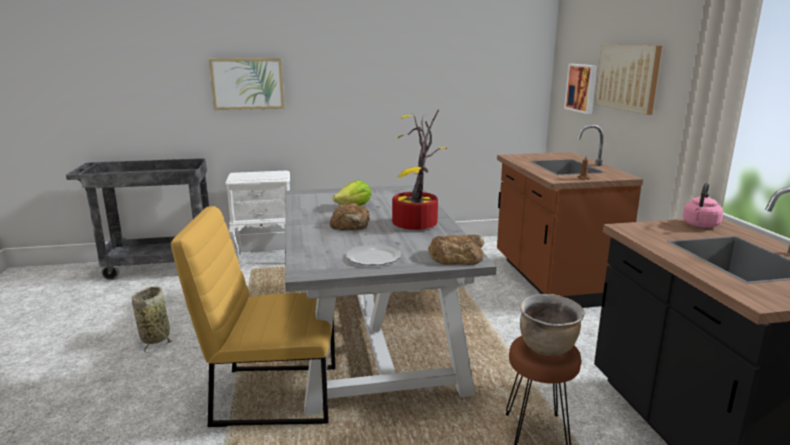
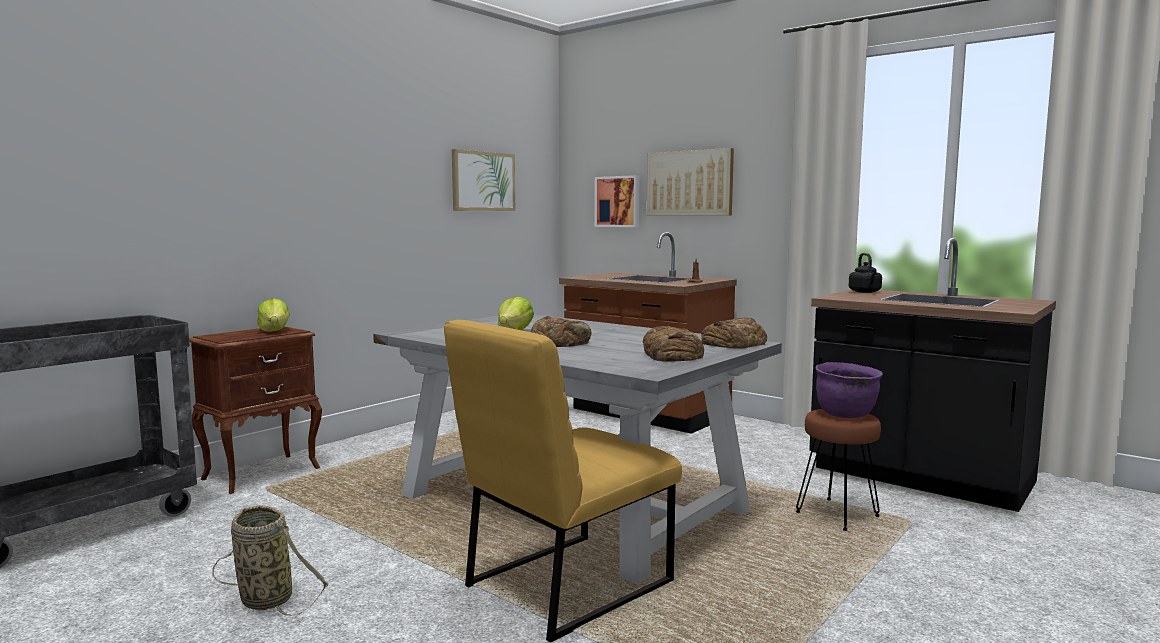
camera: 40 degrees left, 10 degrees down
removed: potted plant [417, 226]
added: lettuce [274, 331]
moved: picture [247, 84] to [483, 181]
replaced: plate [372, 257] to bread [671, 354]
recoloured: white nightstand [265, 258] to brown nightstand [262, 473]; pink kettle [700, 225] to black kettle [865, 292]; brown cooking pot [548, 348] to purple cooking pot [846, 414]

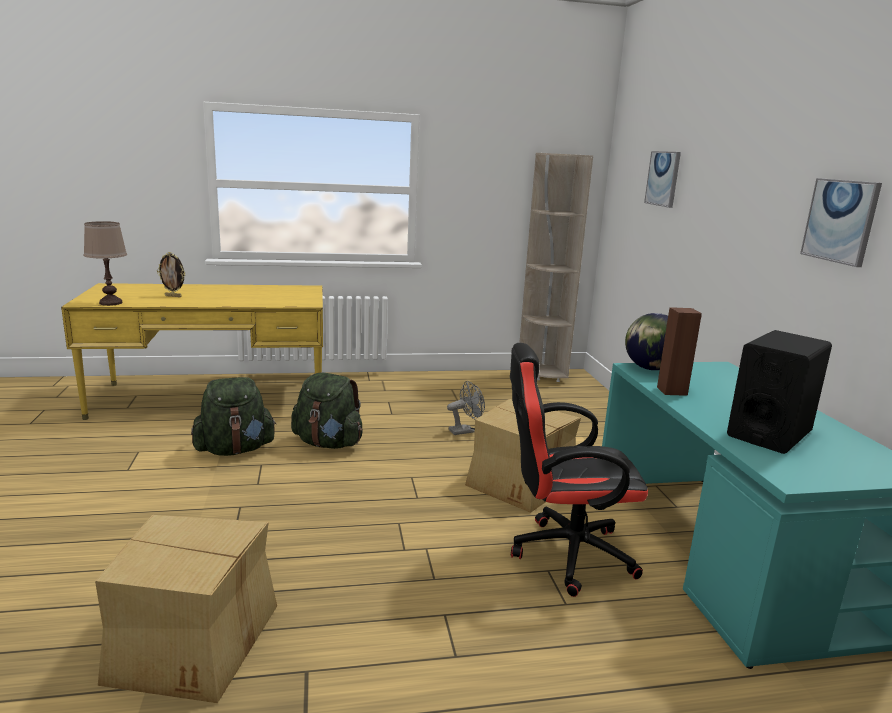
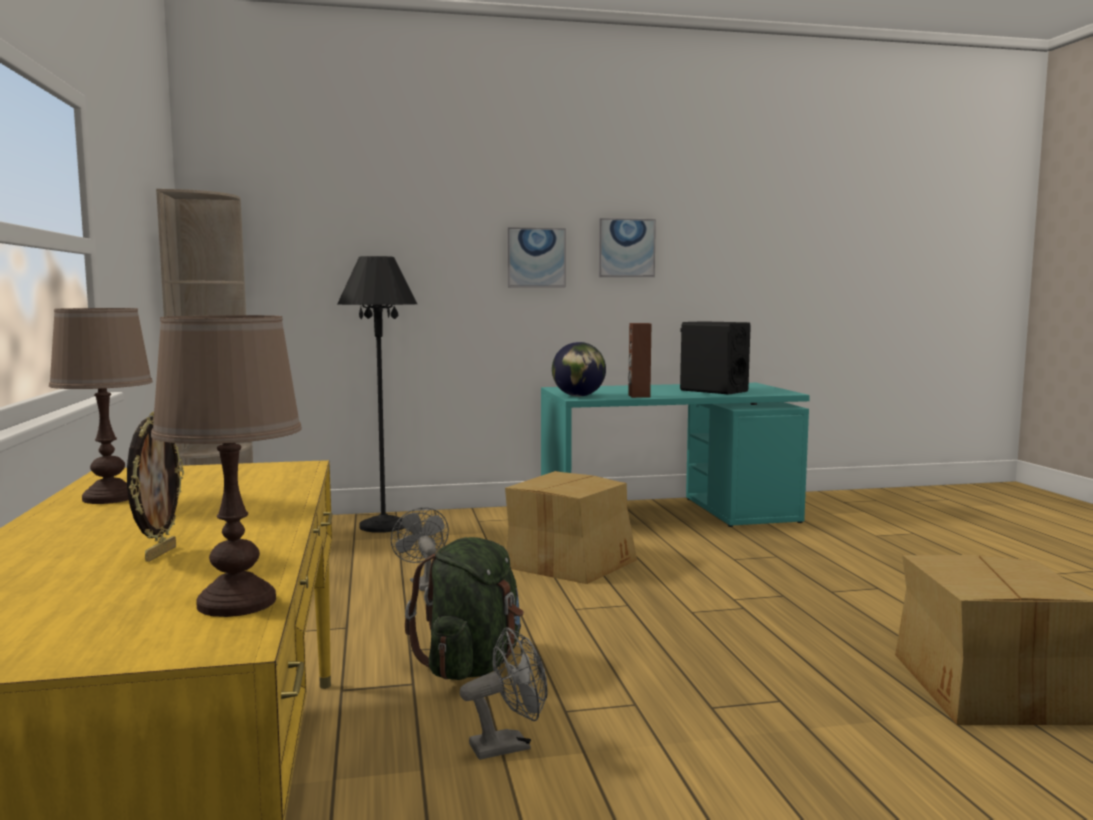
camera: 90 degrees left, 10 degrees down
removed: black office chair [562, 554]
added: black floor lamp [383, 525]; brown table lamp [110, 498]
moved: picture [663, 178] to [536, 257]
replaced: green backpack [235, 450] to grey fan [508, 745]

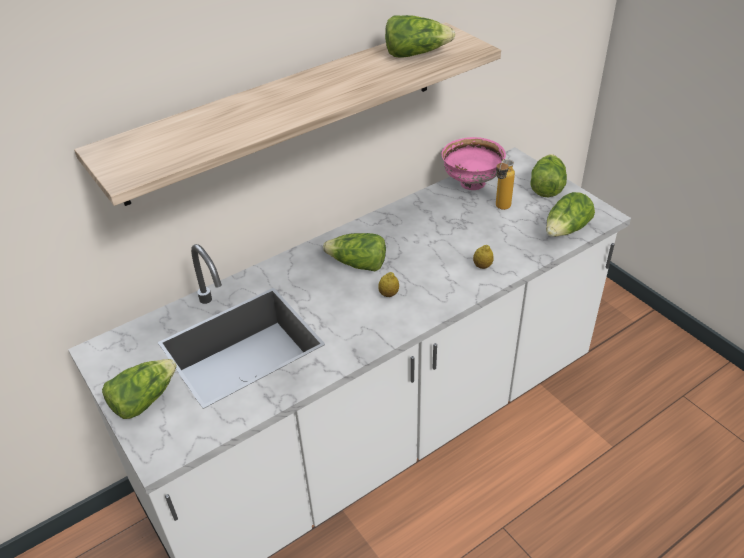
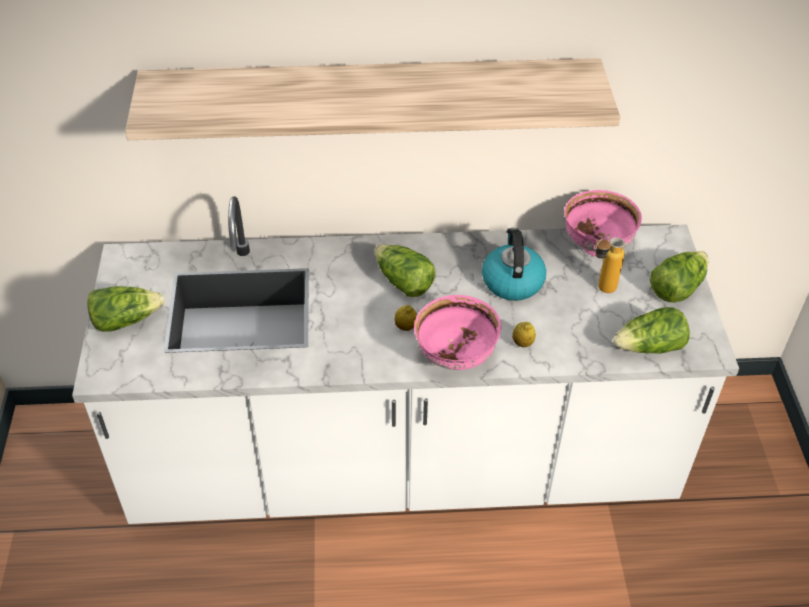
camera: 30 degrees right, 5 degrees up
removed: lettuce [415, 54]
added: kettle [512, 281]; pink bowl [456, 358]

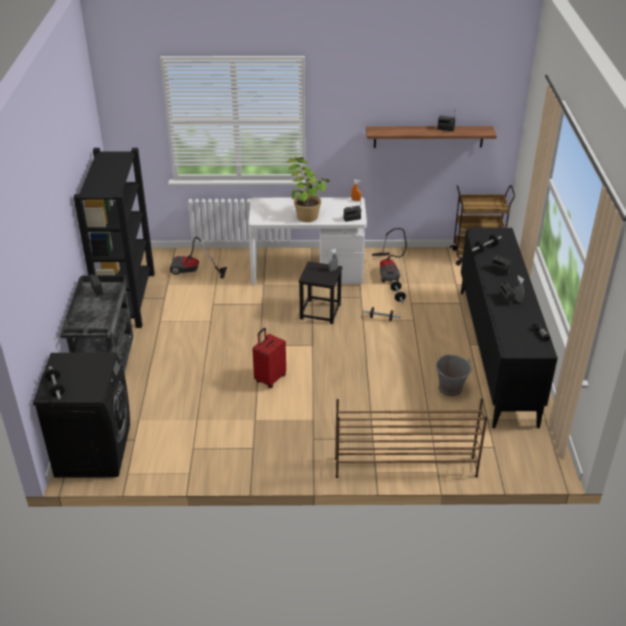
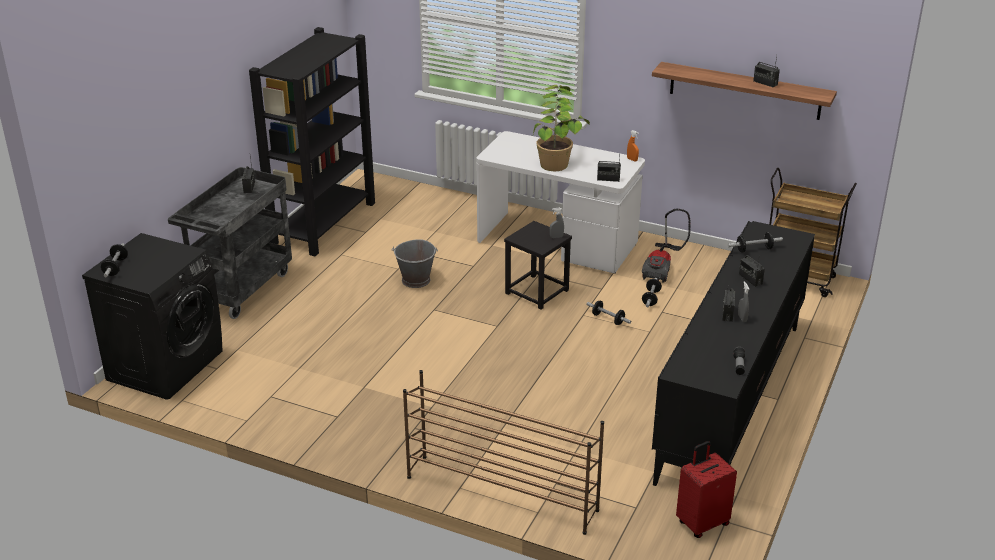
camera: 25 degrees right, 5 degrees down
removed: vacuum cleaner [192, 272]
moved: red suitcase [270, 378] to [702, 523]; grey bucket [450, 388] to [416, 280]

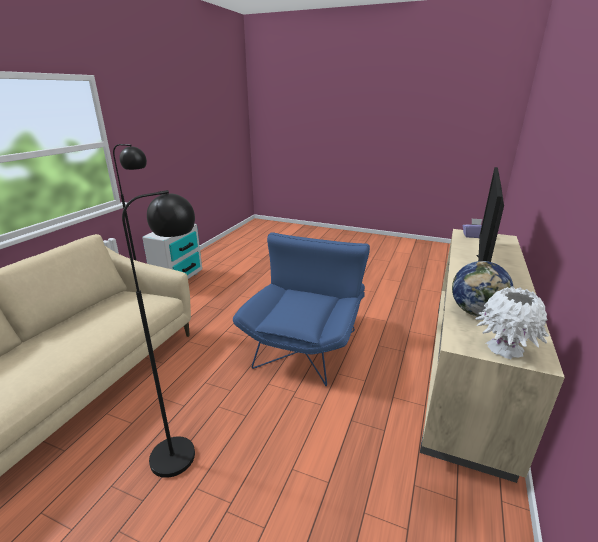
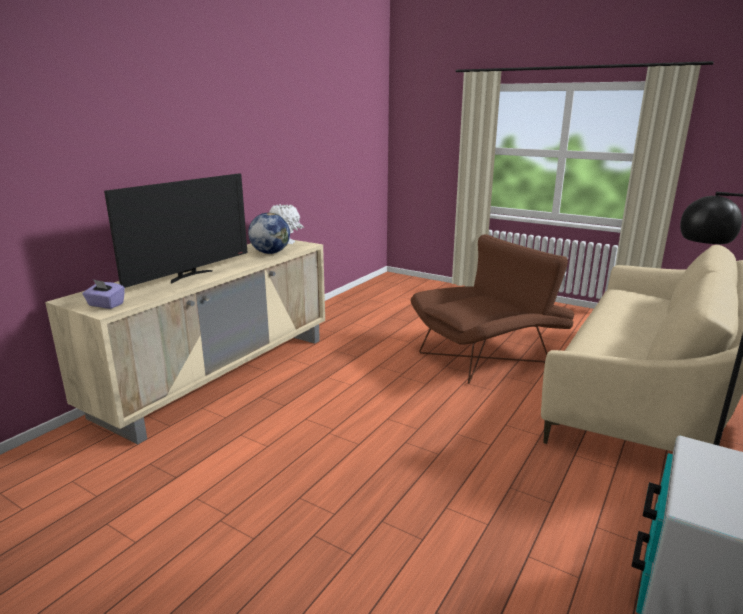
camera: 170 degrees left, 5 degrees down
removed: blue armchair [307, 342]
replaced: black floor lamp [185, 450] to brown armchair [489, 354]

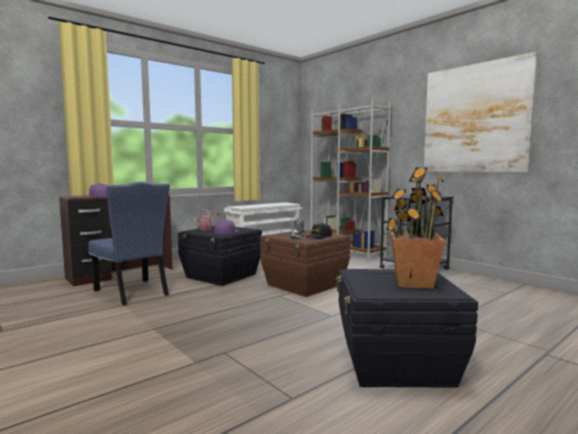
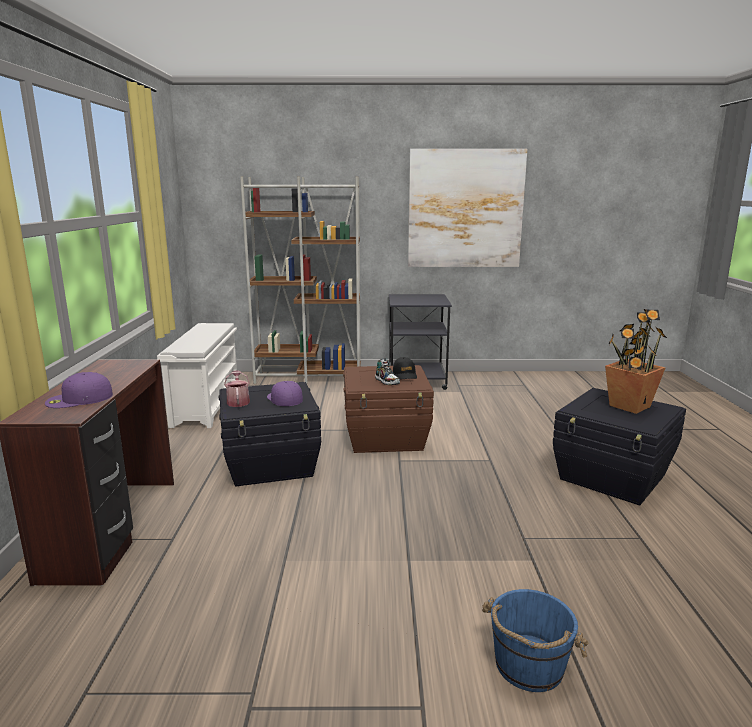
camera: 50 degrees left, 10 degrees up
removed: blue chair [132, 292]
added: blue bucket [528, 666]

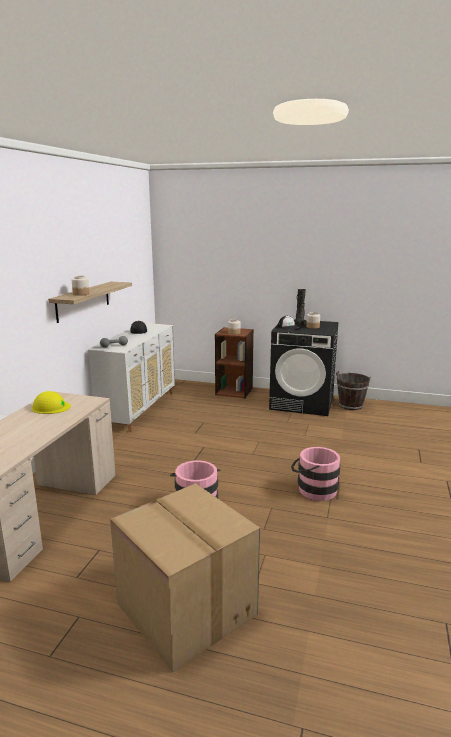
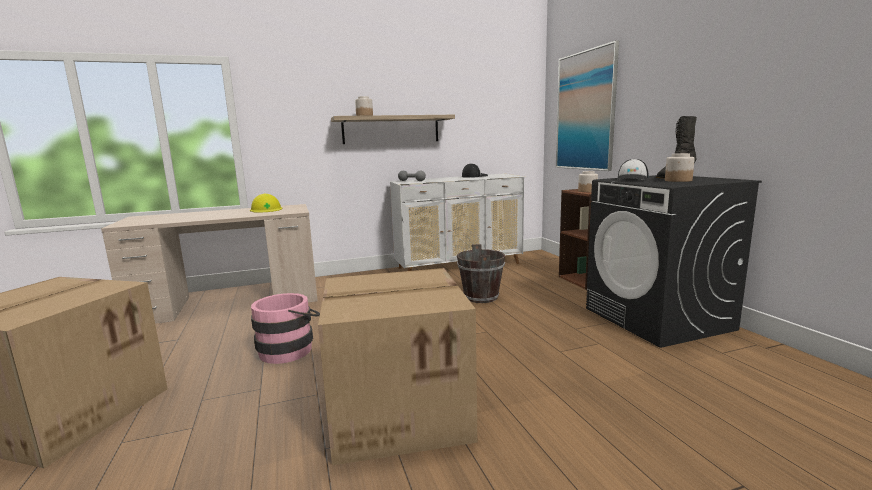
camera: 55 degrees right, 5 degrees down
added: picture [585, 111]
moved: brown bucket [351, 405] to [481, 297]
replaced: pink bucket [313, 489] to cardboard box [400, 409]

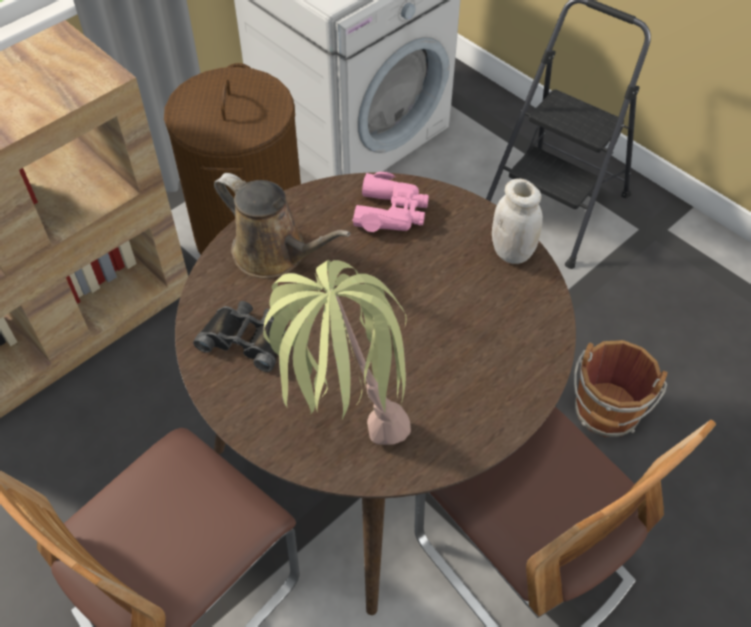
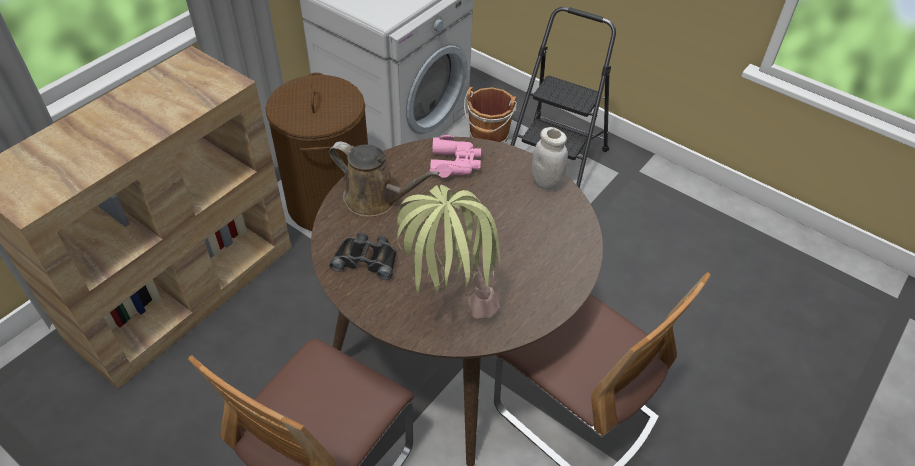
camera: 10 degrees left, 5 degrees down
moved: brown bucket [606, 413] to [488, 137]

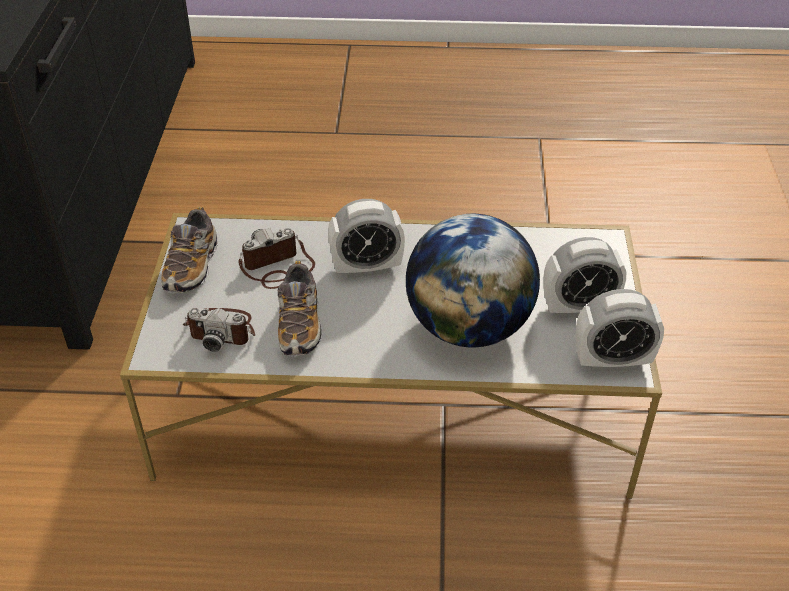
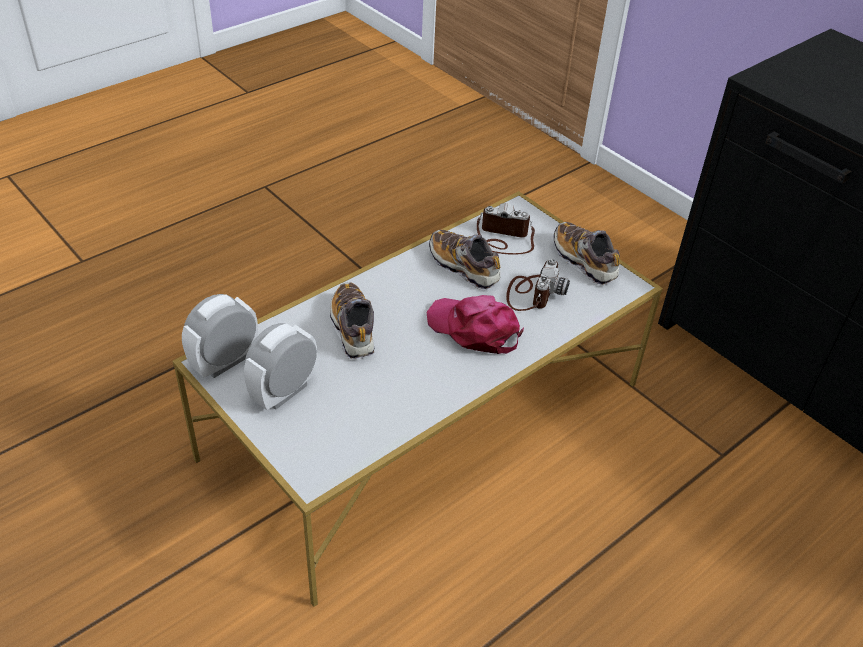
camera: 135 degrees right, 0 degrees up
replaced: alarm clock [367, 268] to pink cap [474, 329]; globe [468, 327] to shoe [353, 329]
turned: photo camera [222, 329] = [504, 239] 45 degrees clockwise

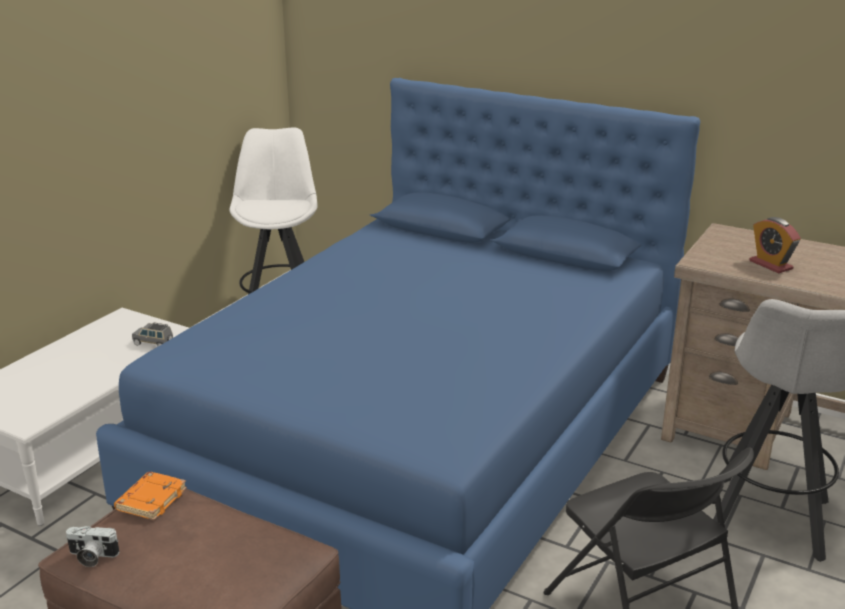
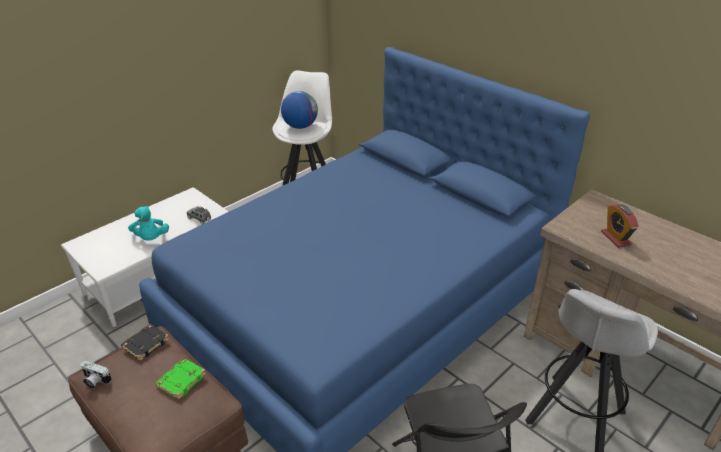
camera: 15 degrees right, 10 degrees up
added: globe [300, 126]; turquoise plush toy [151, 238]; green book [181, 380]
recoloured: orange book [151, 499] to black book [146, 343]

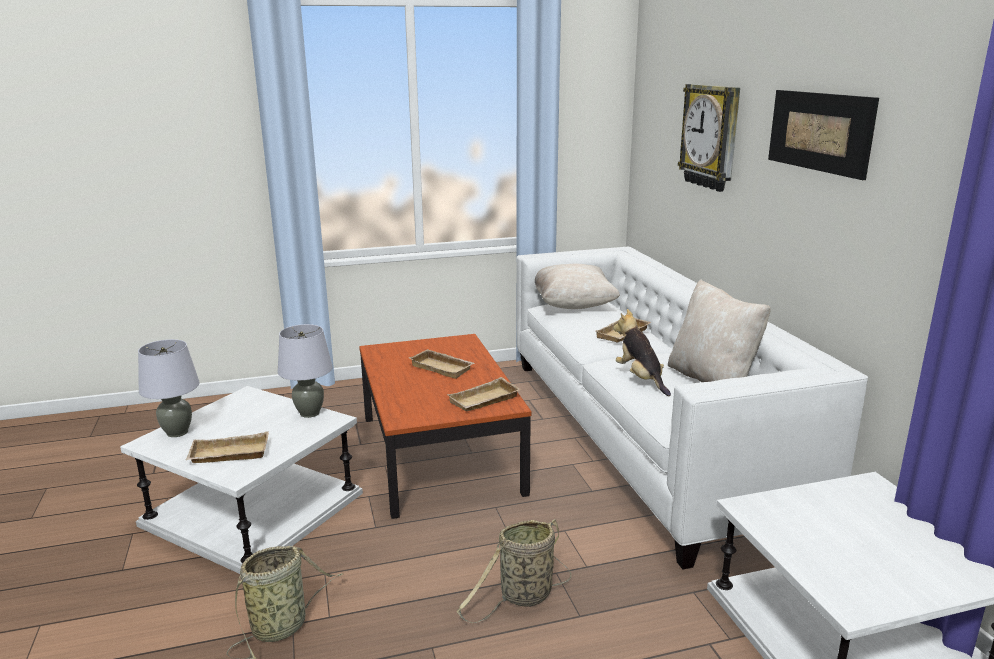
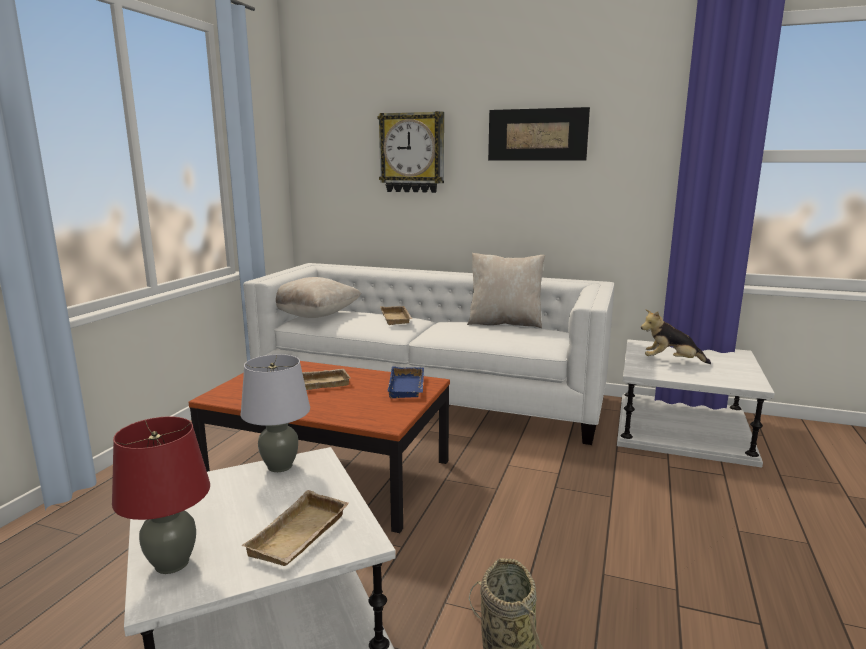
camera: 55 degrees left, 5 degrees down
removed: basket [523, 597]
moved: plush toy [640, 379] to [671, 362]
recoloured: grey table lamp [177, 432] to red table lamp [172, 563]; beige tray [484, 401] to blue tray [408, 387]

